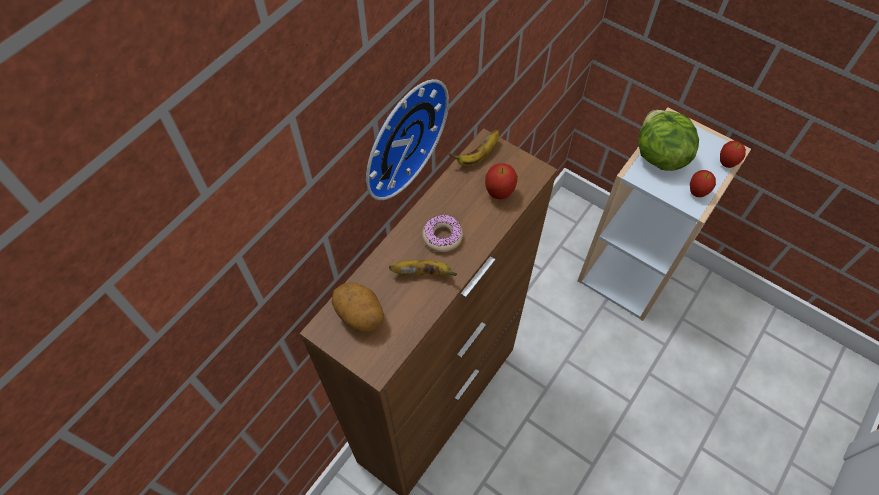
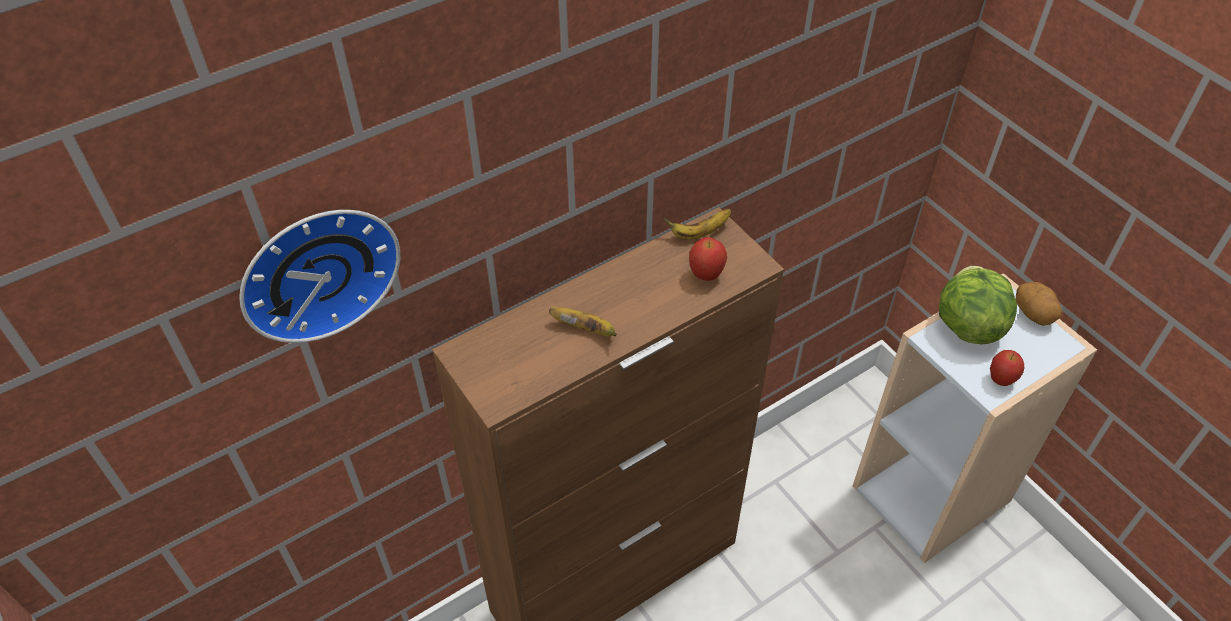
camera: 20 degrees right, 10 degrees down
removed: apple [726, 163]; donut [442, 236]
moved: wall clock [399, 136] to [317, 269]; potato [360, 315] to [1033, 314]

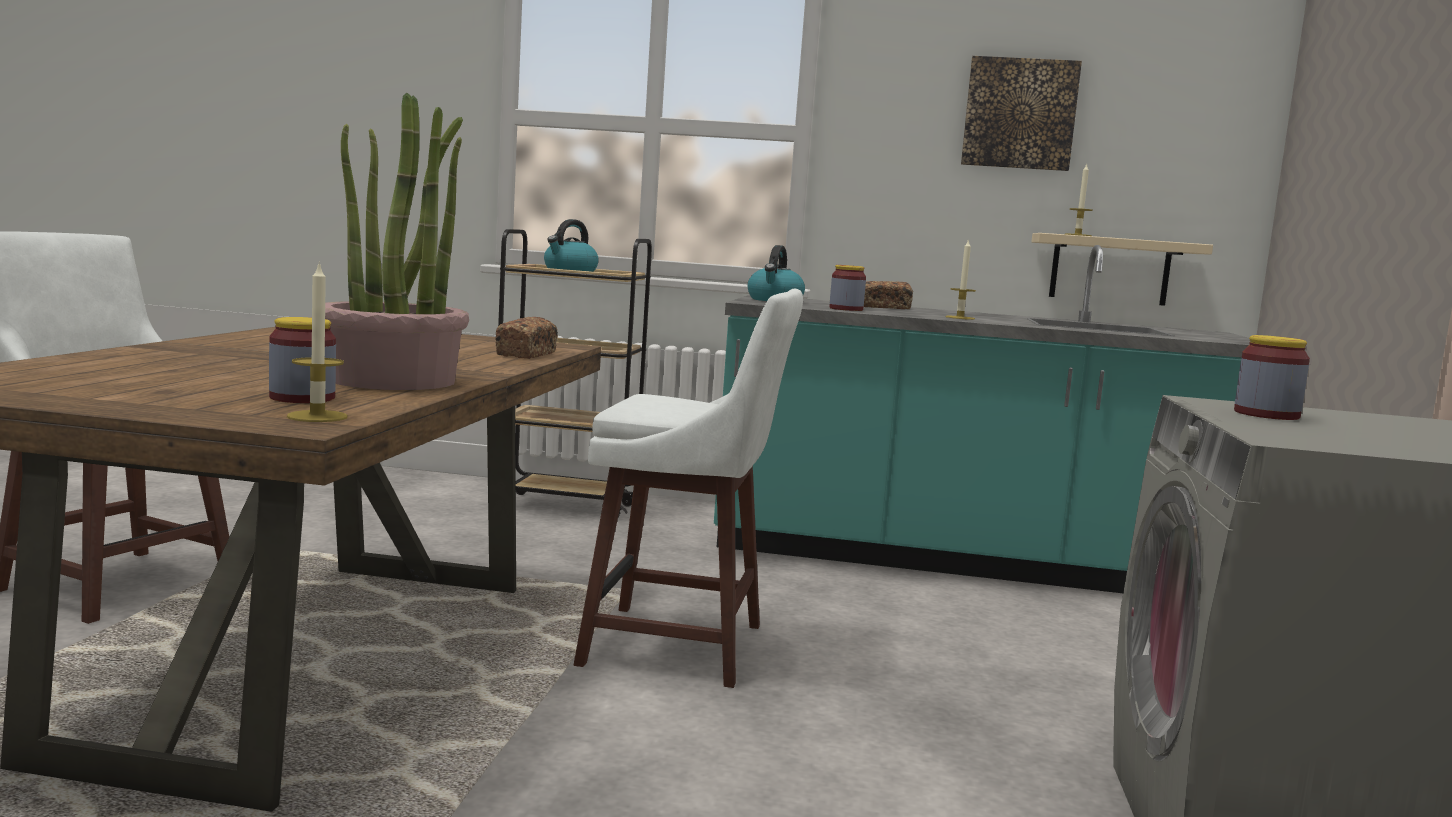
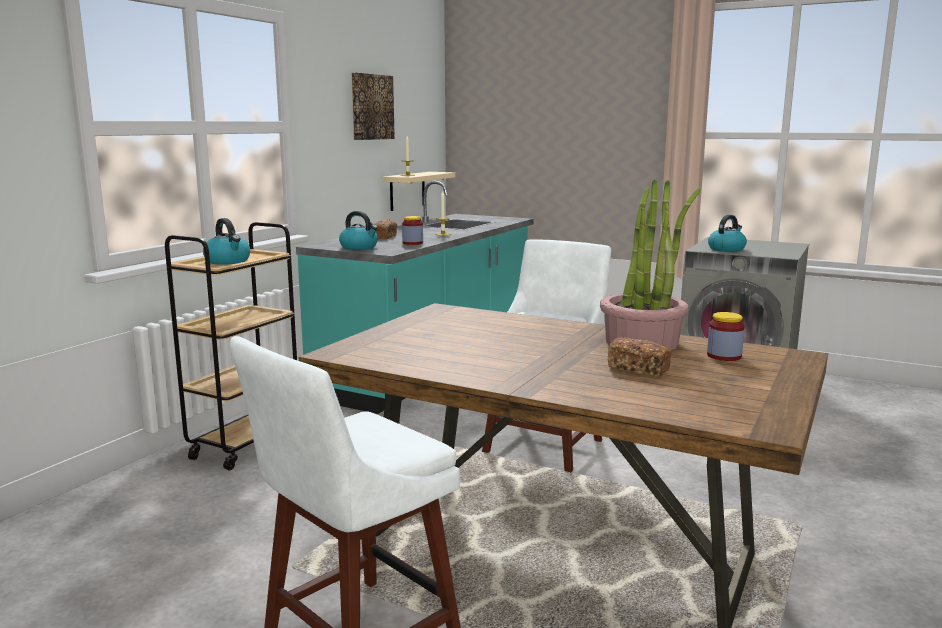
camera: 70 degrees left, 5 degrees up
removed: candle [317, 416]
moved: bread [526, 354] to [638, 369]
replaced: jar [1266, 414] to kettle [726, 249]

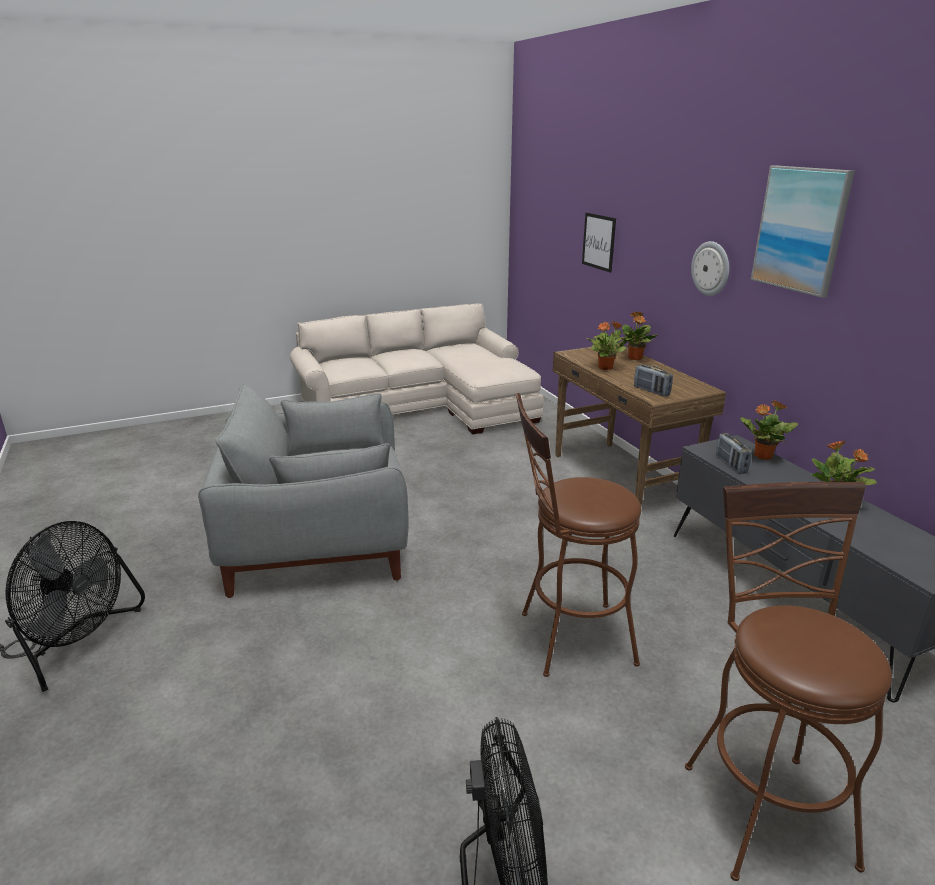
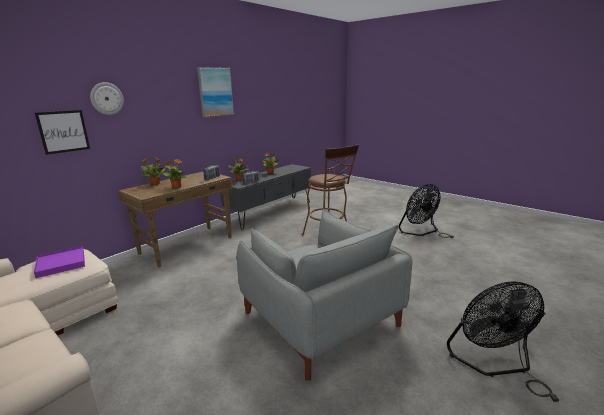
camera: 115 degrees left, 5 degrees down
removed: brown stool [760, 801]
added: purple tray [61, 263]
moved: wall clock [711, 268] to [107, 98]

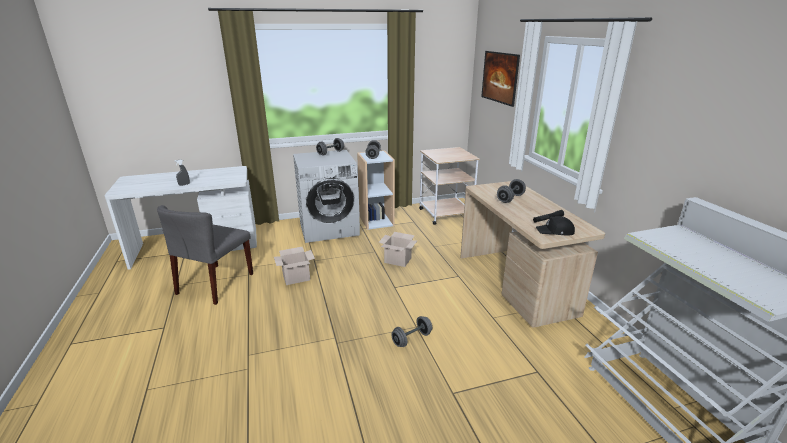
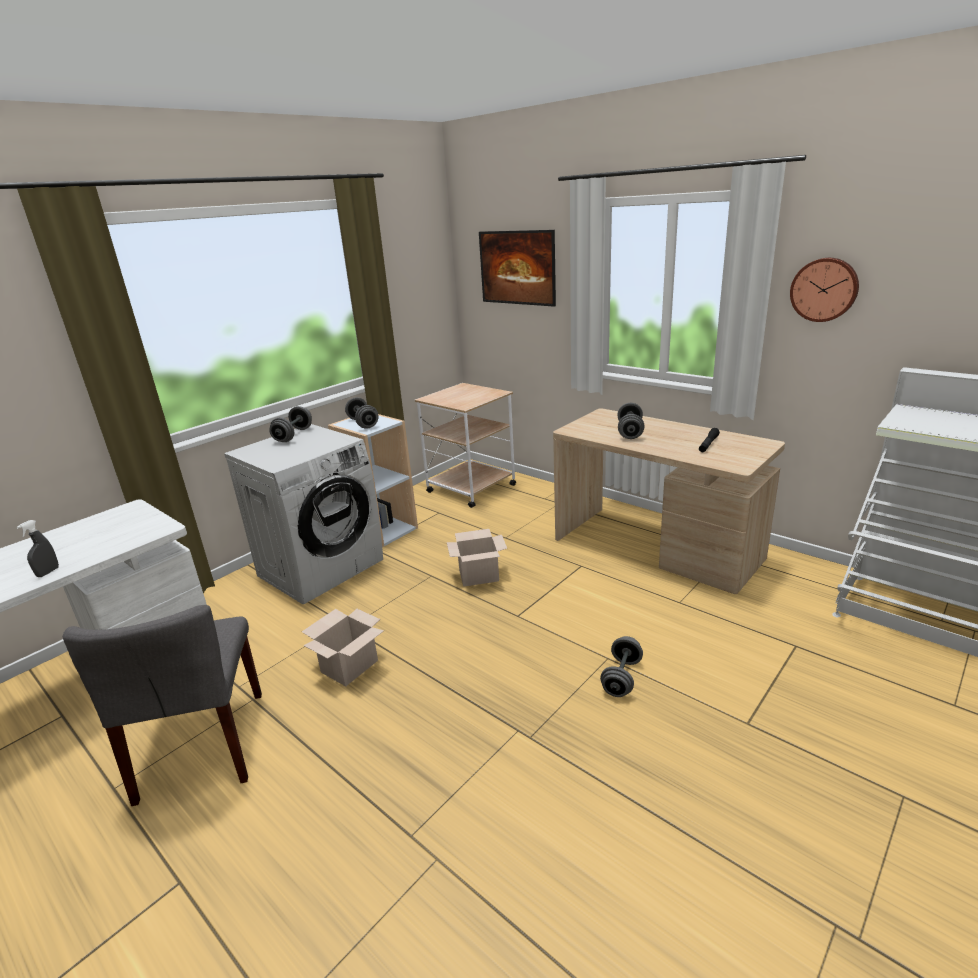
camera: 30 degrees left, 0 degrees up
removed: black cap [555, 231]
added: wall clock [824, 289]

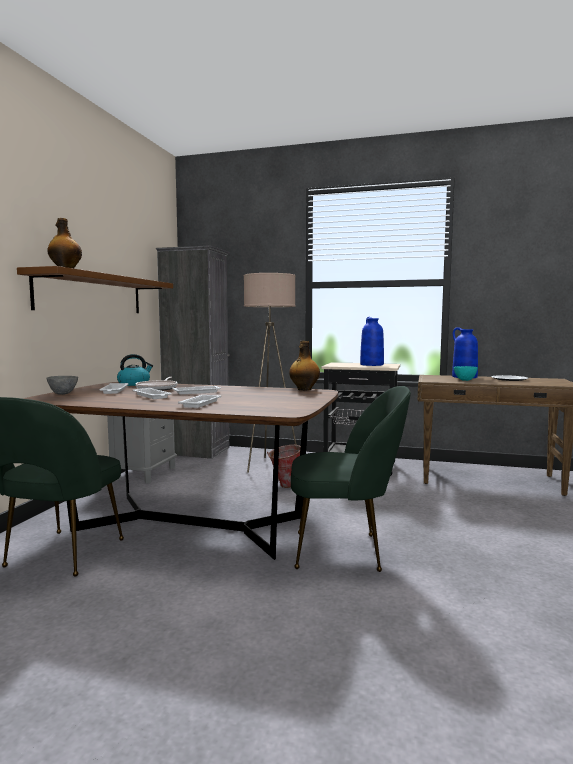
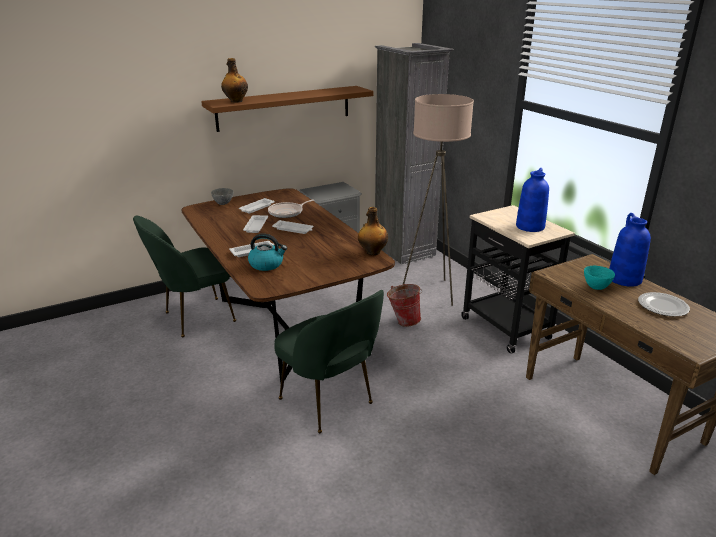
camera: 45 degrees right, 20 degrees up
moved: kettle [134, 384] to [267, 264]

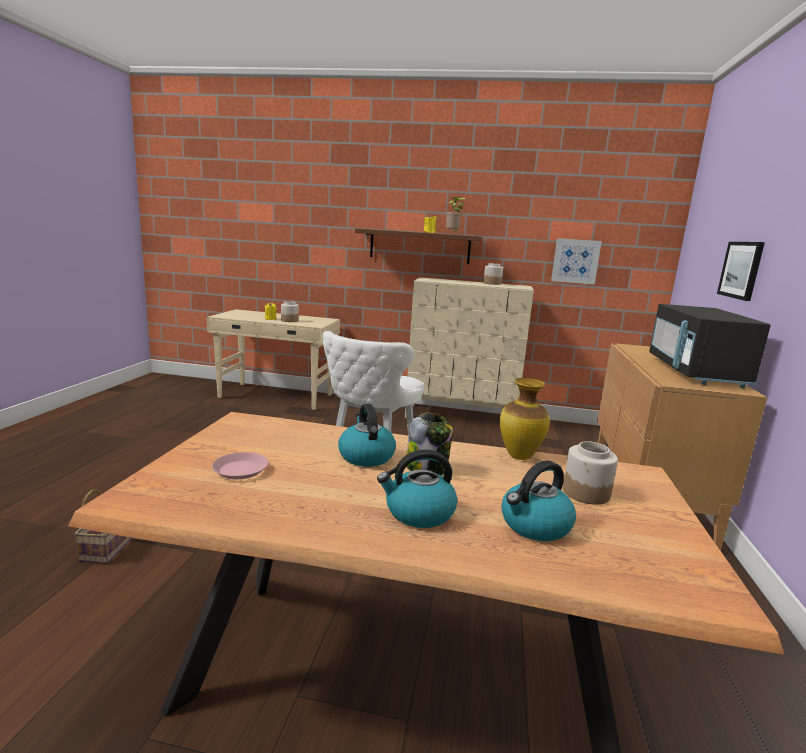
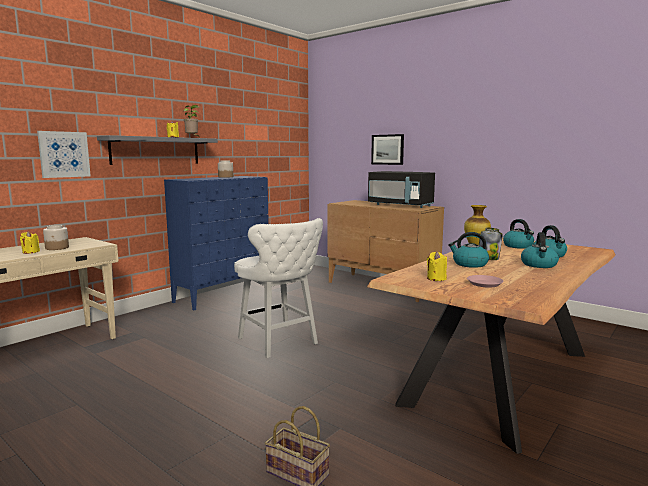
camera: 60 degrees left, 5 degrees down
added: yellow candle [436, 278]
moved: picture [575, 261] to [64, 154]
replaced: jar [586, 493] to kettle [518, 246]
recoloured: brown shelf [419, 246] to grey shelf [156, 151]; beige dresser [461, 418] to blue dresser [224, 295]

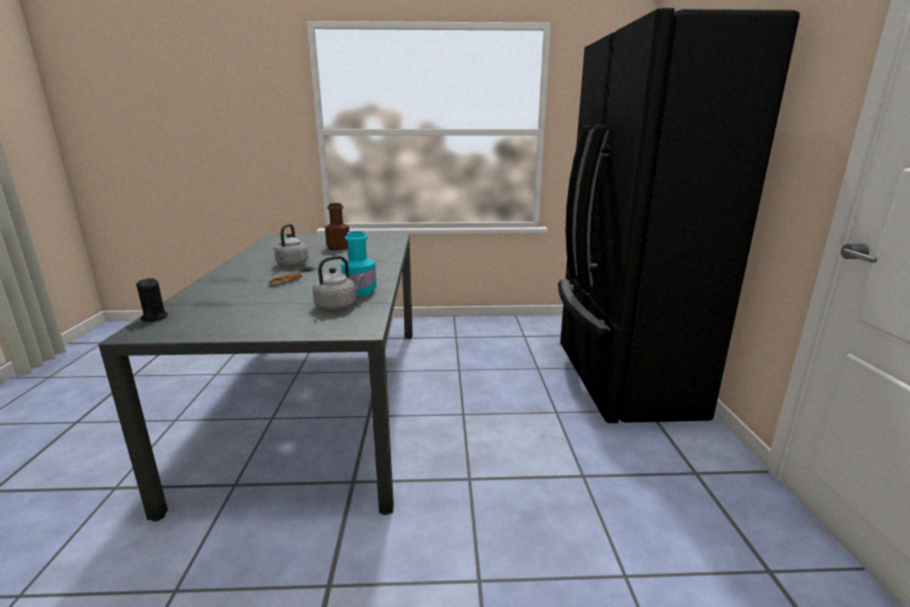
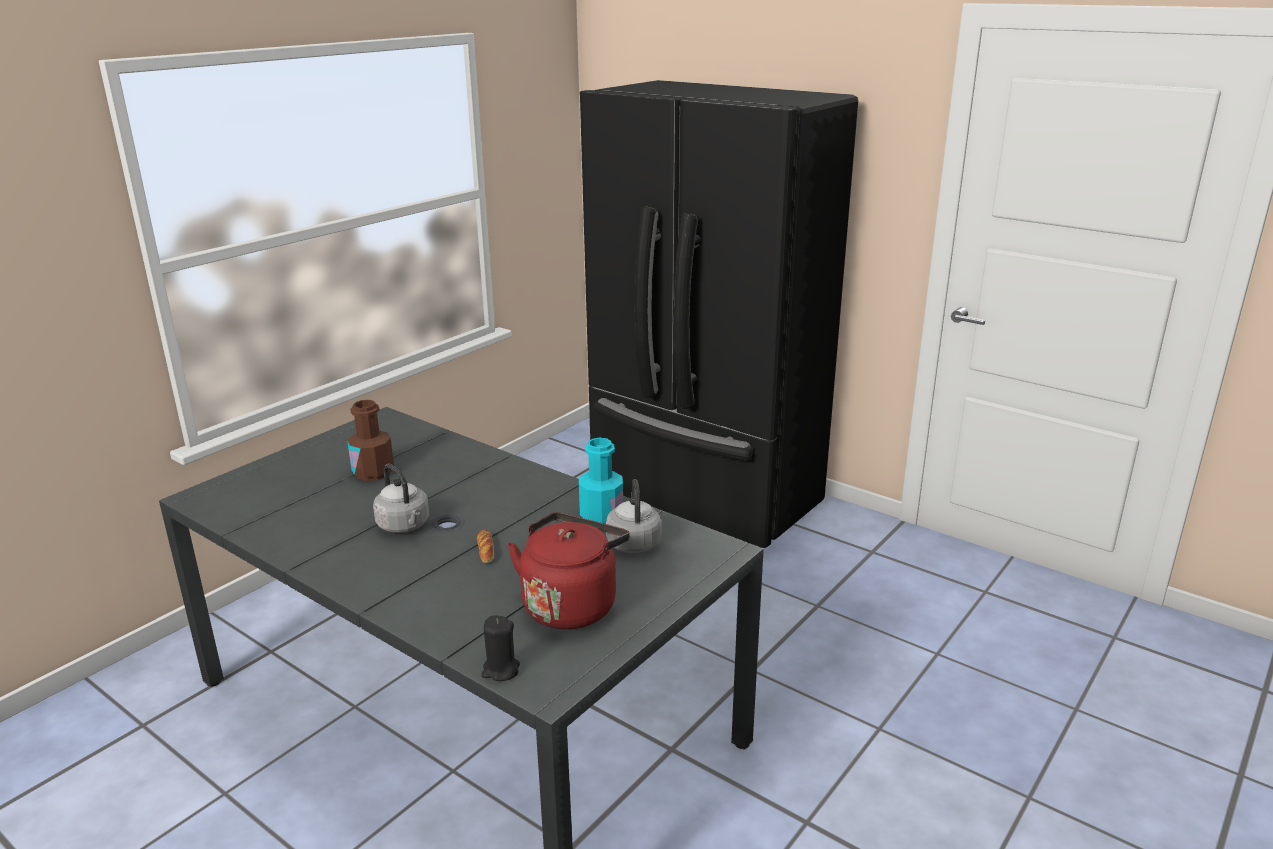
camera: 50 degrees left, 5 degrees up
added: red kettle [571, 604]

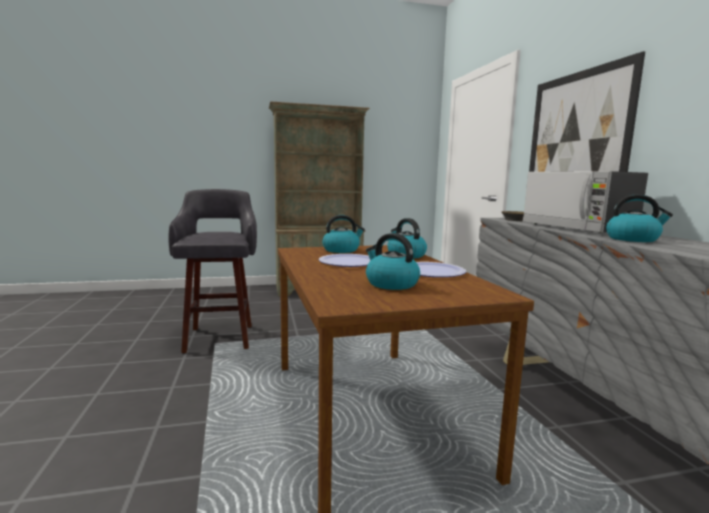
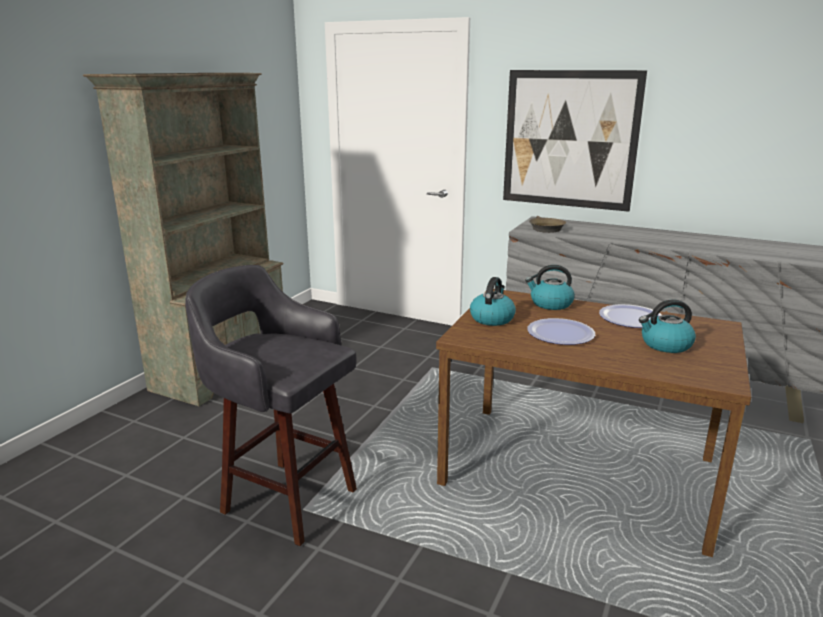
camera: 50 degrees left, 10 degrees up
removed: microwave [577, 228]; kettle [633, 239]

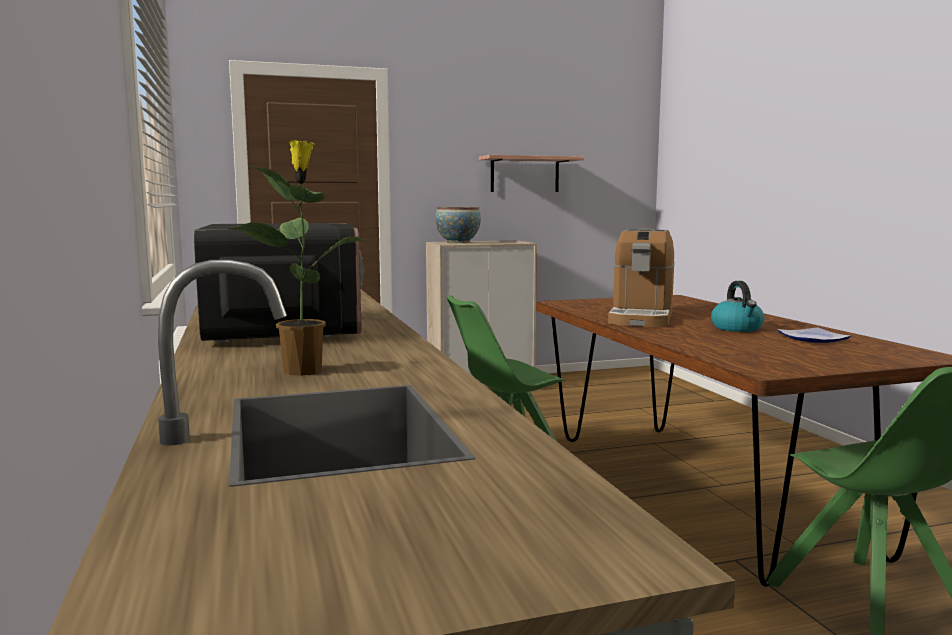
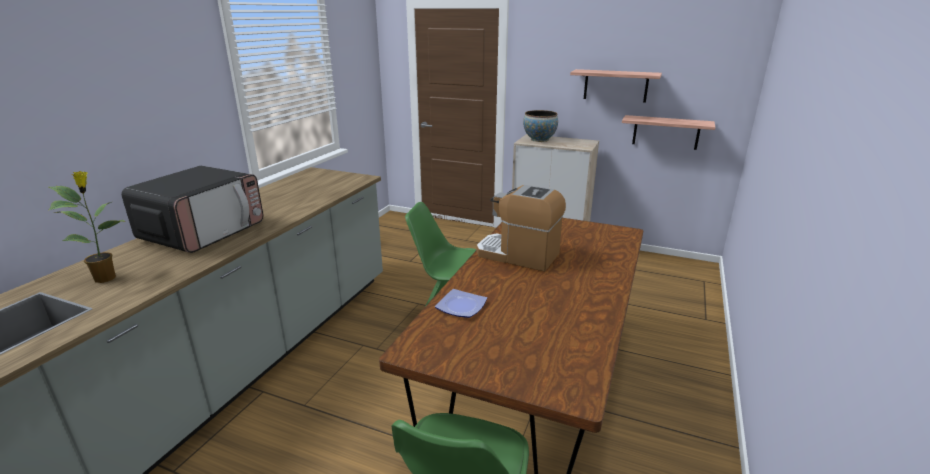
camera: 40 degrees right, 15 degrees up
removed: kettle [737, 328]
added: shelf [666, 132]
moved: plate [812, 339] to [460, 307]
turned: coffee machine [641, 318] = [518, 255] 60 degrees clockwise

